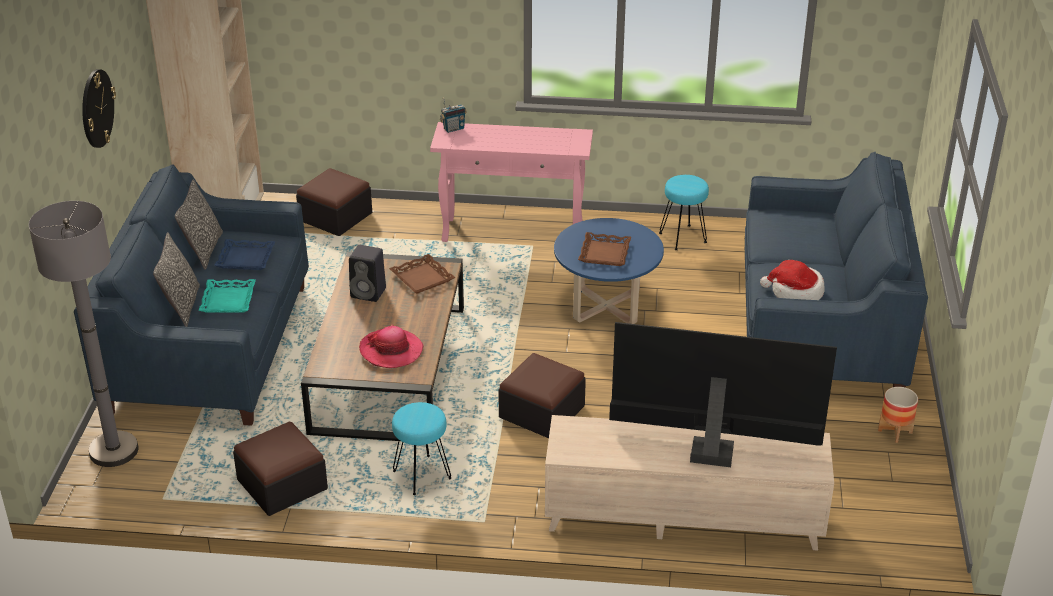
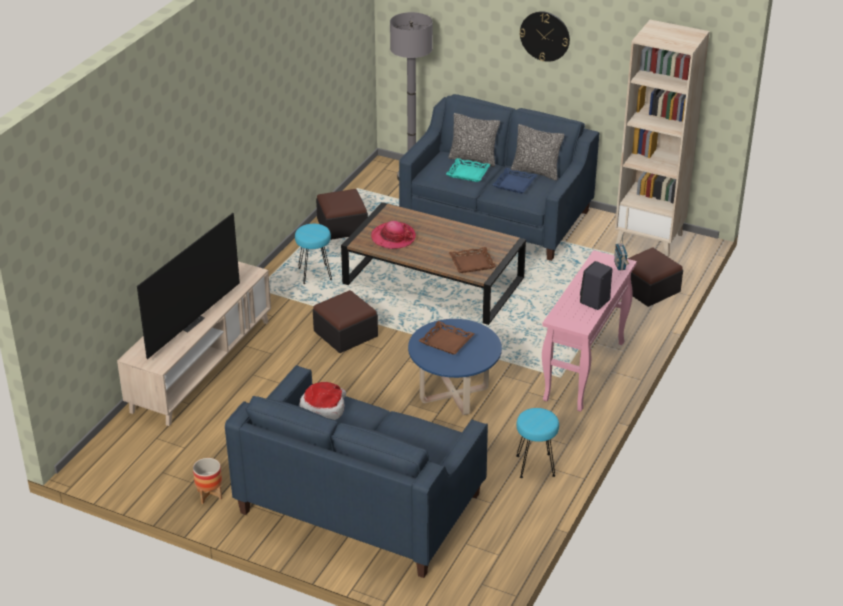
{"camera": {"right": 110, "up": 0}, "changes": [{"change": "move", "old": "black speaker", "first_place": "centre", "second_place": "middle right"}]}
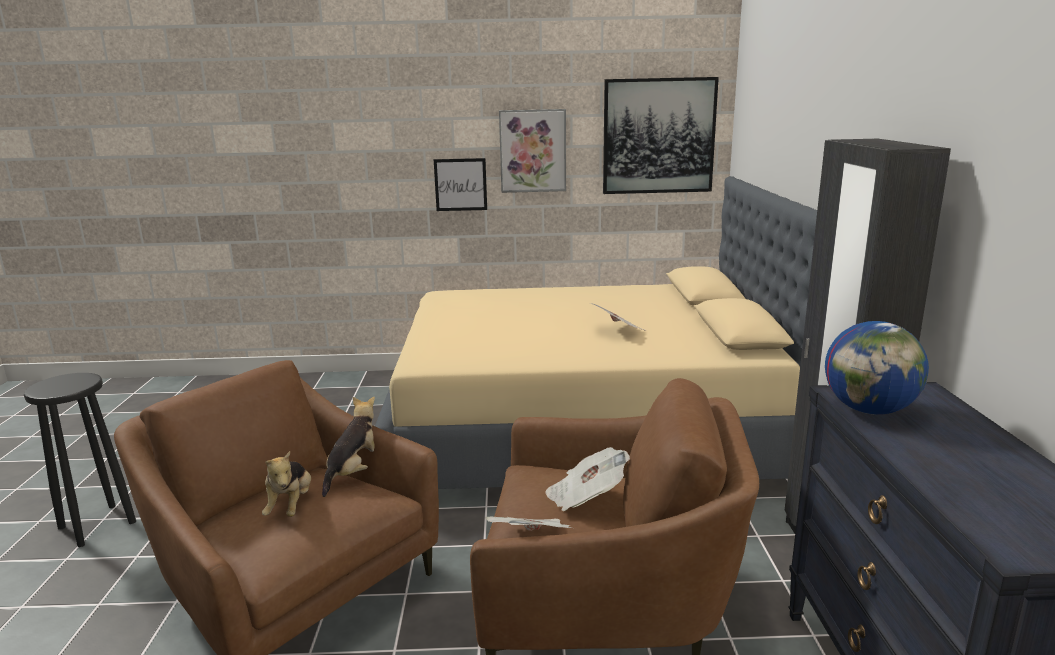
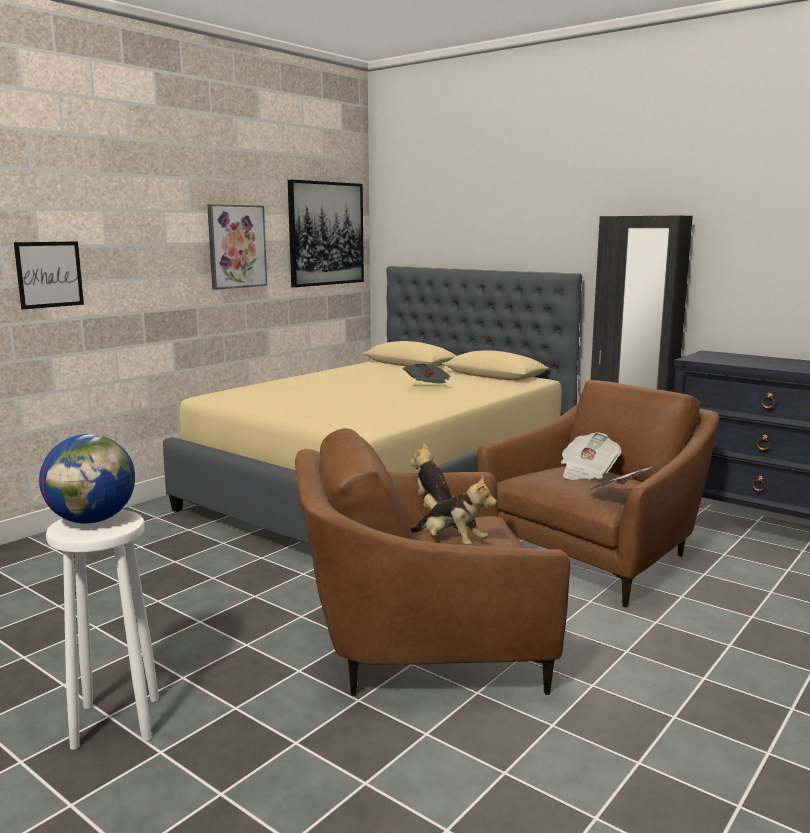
{"camera": {"right": -50, "up": -5}, "changes": [{"change": "recolor", "old": "black stool", "new": "white stool", "first_place": "bottom left", "second_place": "bottom left"}, {"change": "move", "old": "picture (1st from left)", "first_place": "top centre", "second_place": "top left"}, {"change": "move", "old": "globe", "first_place": "middle right", "second_place": "middle left"}]}
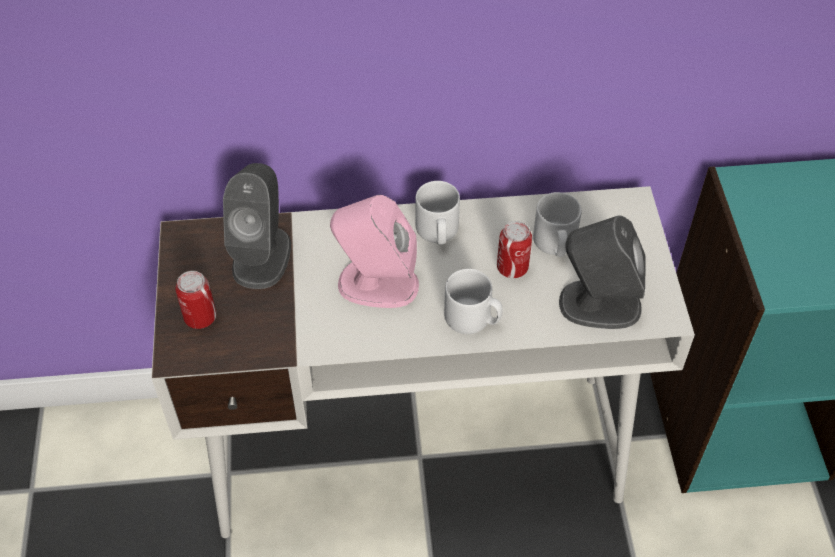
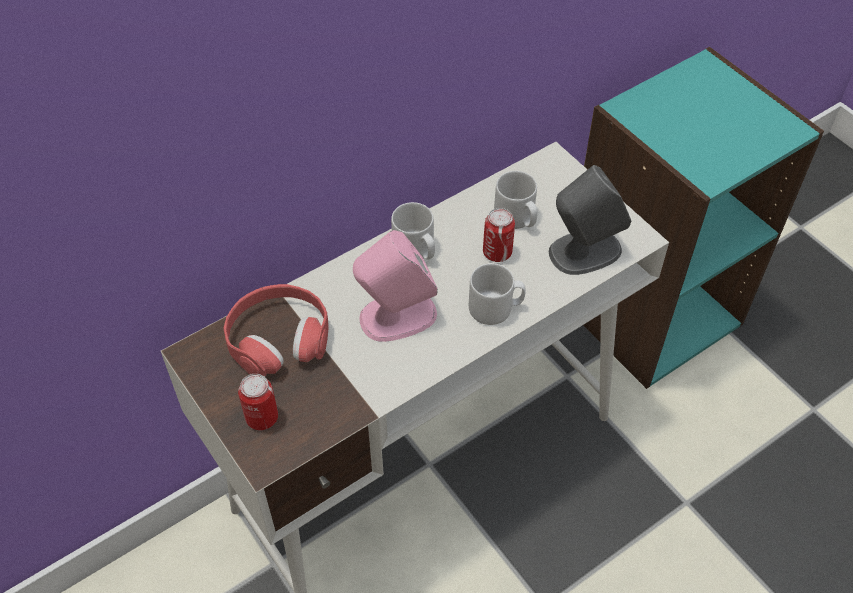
{"camera": {"right": -30, "up": 0}, "changes": [{"change": "replace", "old": "grey speaker (1st from left)", "new": "red headphones", "first_place": "middle left", "second_place": "middle left"}]}
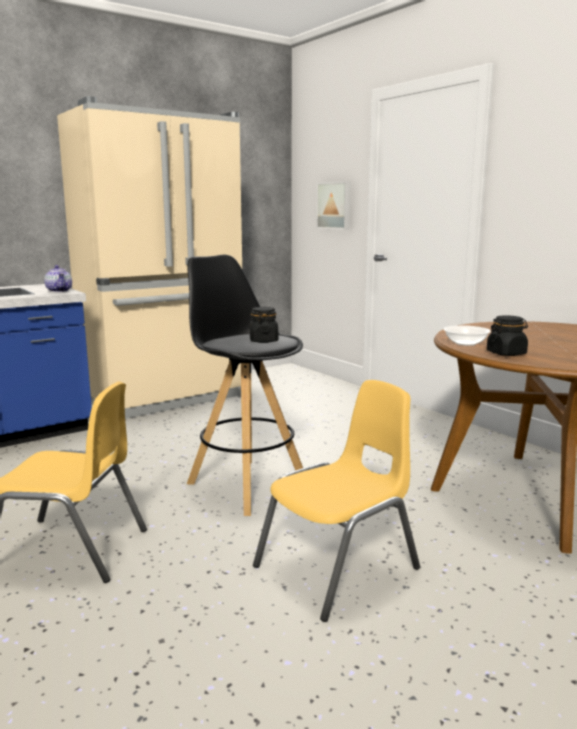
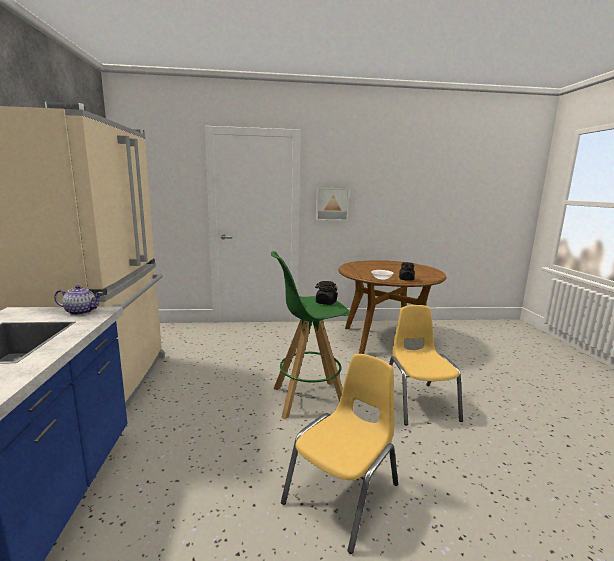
{"camera": {"right": -60, "up": 0}, "changes": [{"change": "recolor", "old": "black stool", "new": "green stool", "first_place": "centre", "second_place": "centre"}, {"change": "move", "old": "picture", "first_place": "top centre", "second_place": "centre"}]}
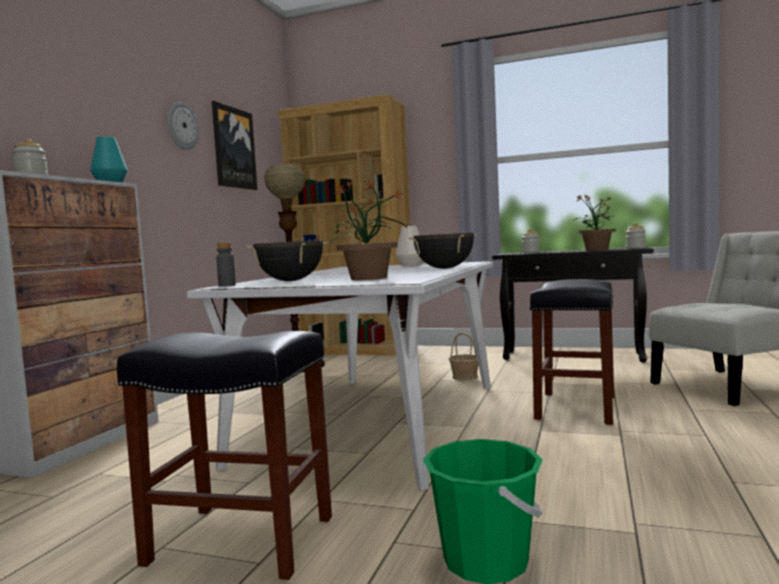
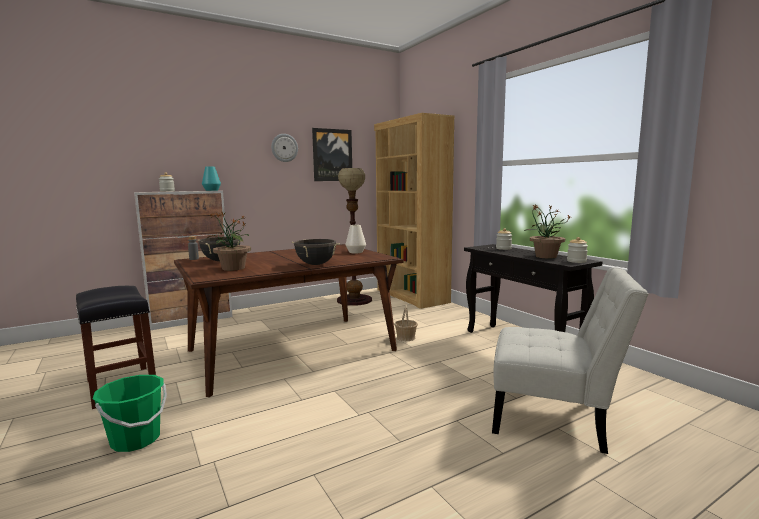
{"camera": {"right": 40, "up": 5}, "changes": [{"change": "recolor", "old": "white dining table", "new": "brown dining table", "first_place": "centre", "second_place": "centre"}, {"change": "delete", "old": "black stool (2nd from left)", "first_place": "middle right"}]}
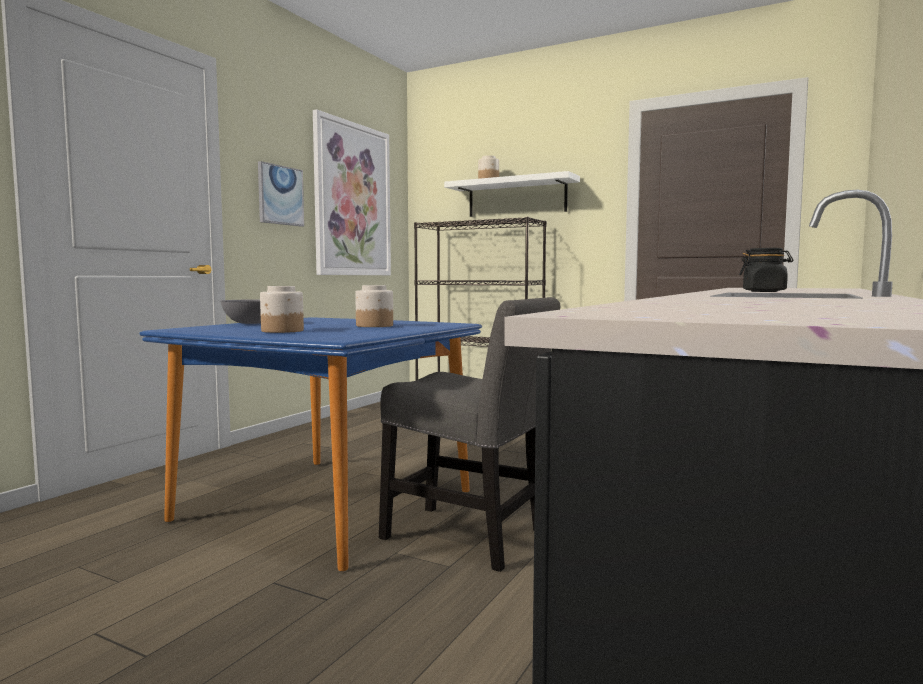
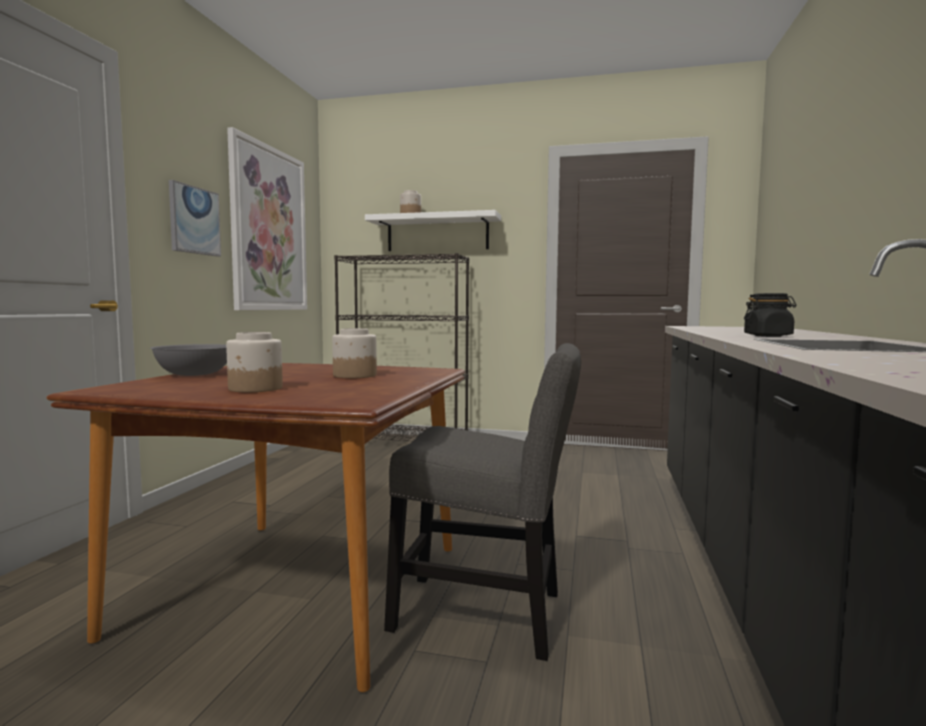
{"camera": {"right": -15, "up": 0}, "changes": [{"change": "recolor", "old": "blue dining table", "new": "brown dining table", "first_place": "centre", "second_place": "bottom left"}]}
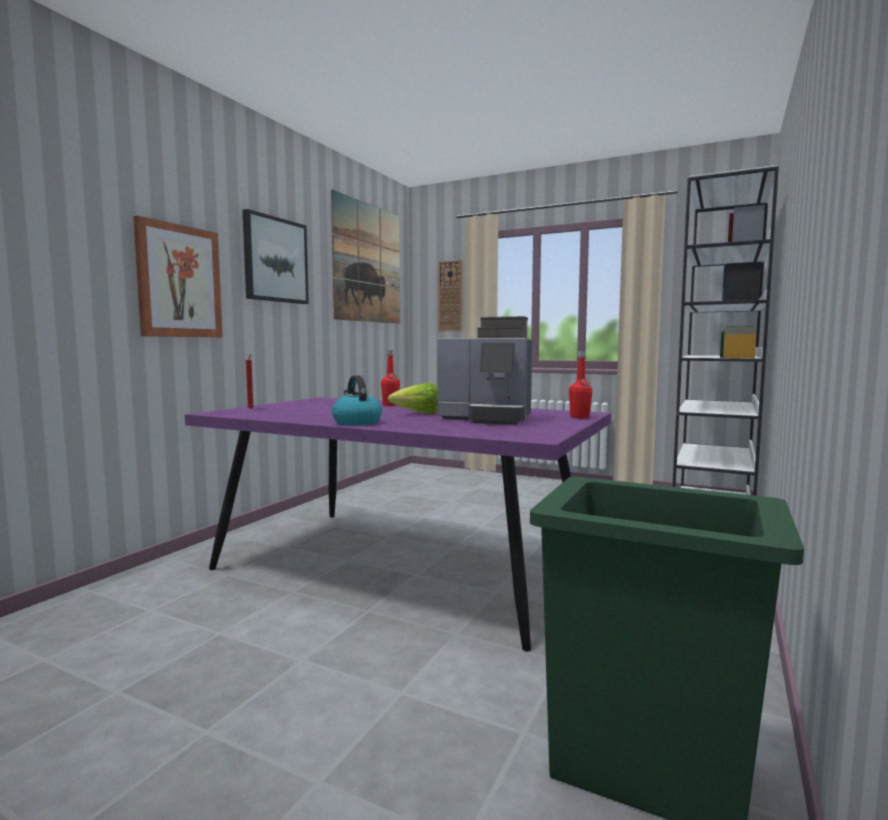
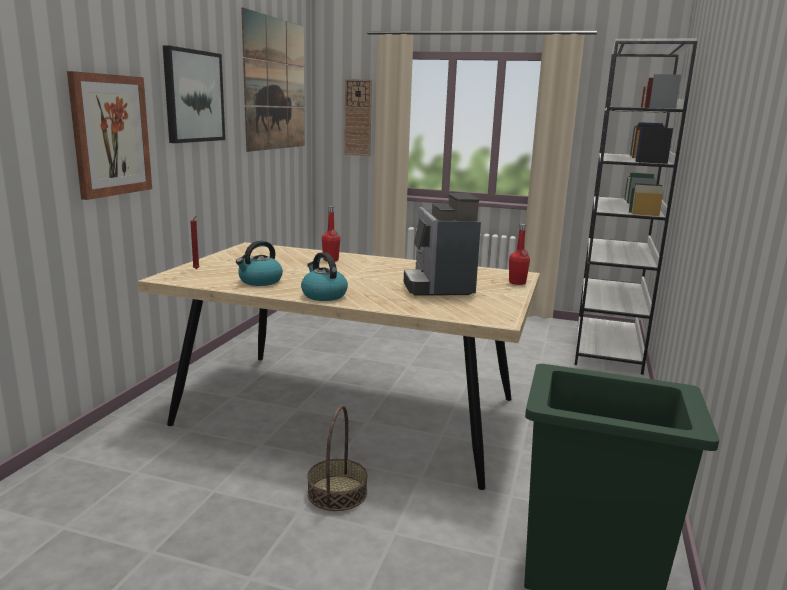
{"camera": {"right": -10, "up": 10}, "changes": [{"change": "recolor", "old": "purple dining table", "new": "beige dining table", "first_place": "centre", "second_place": "centre"}, {"change": "delete", "old": "lettuce", "first_place": "centre"}, {"change": "rotate", "old": "coffee machine", "first_place": "centre", "second_place": "centre", "degrees": 75}, {"change": "insert", "new": "kettle (1st from left)", "second_place": "middle left"}, {"change": "insert", "new": "basket", "second_place": "bottom centre"}]}
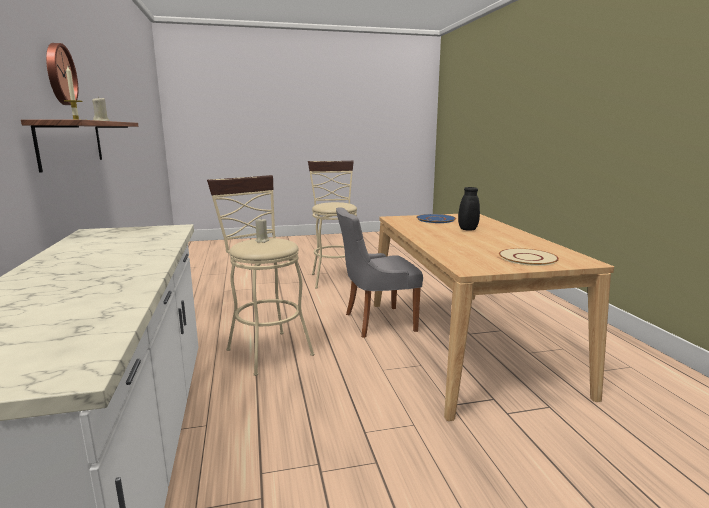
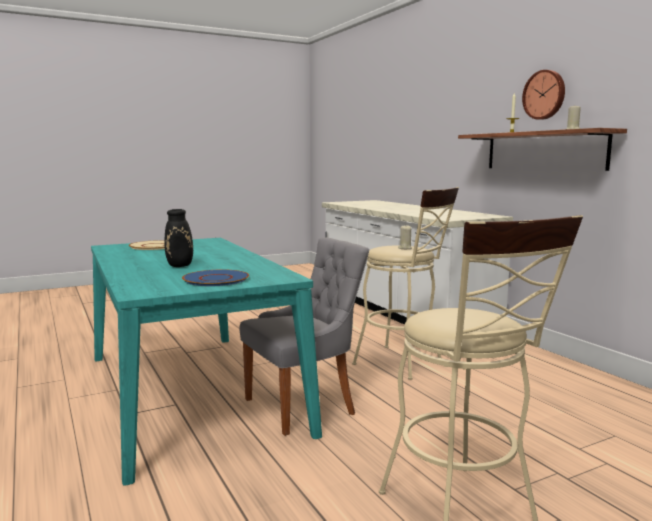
{"camera": {"right": 165, "up": -5}, "changes": [{"change": "recolor", "old": "beige dining table", "new": "turquoise dining table", "first_place": "middle right", "second_place": "bottom left"}]}
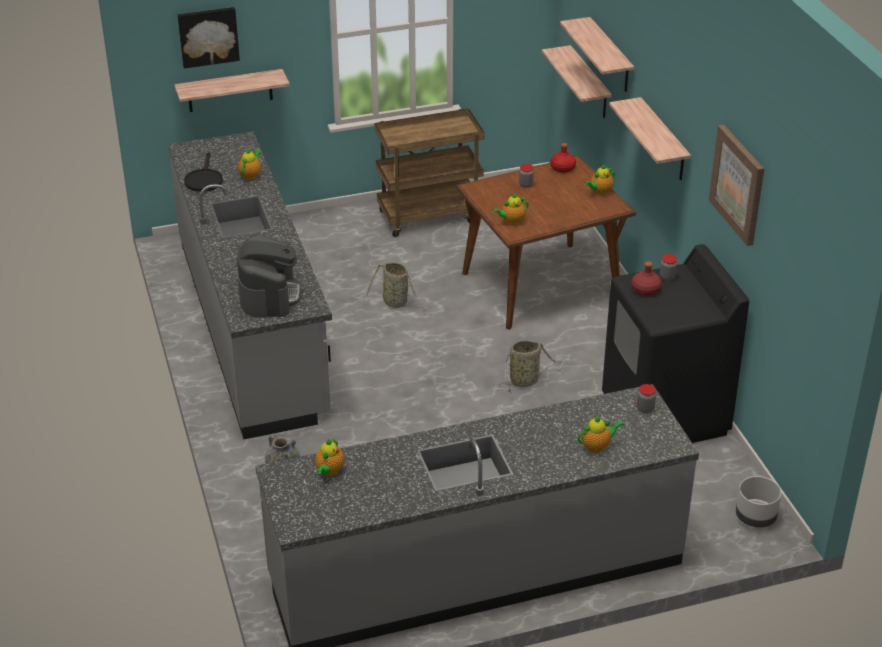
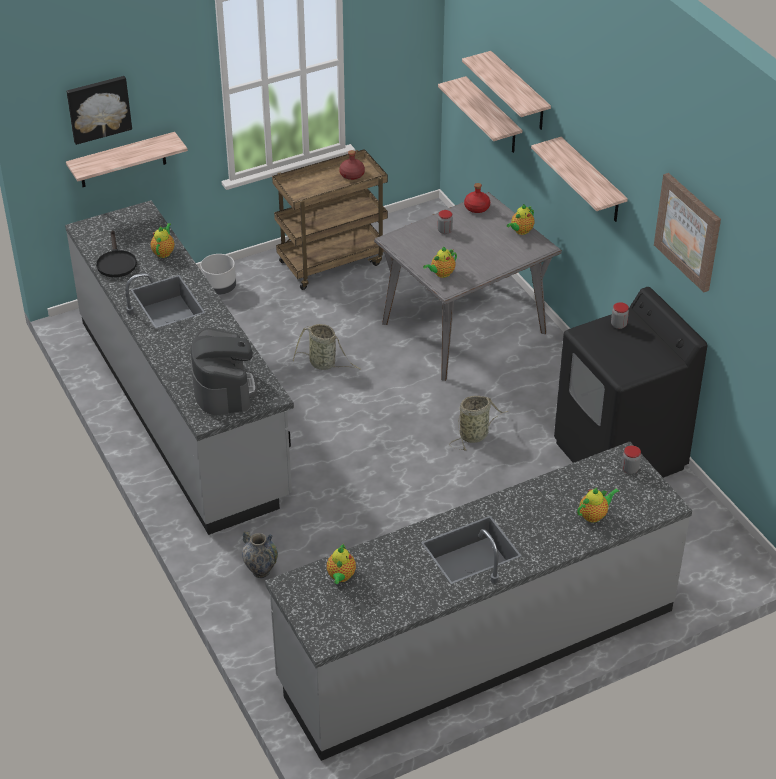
{"camera": {"right": -10, "up": 5}, "changes": [{"change": "recolor", "old": "brown dining table", "new": "grey dining table", "first_place": "centre", "second_place": "centre"}, {"change": "move", "old": "red bottle (2nd from left in the first image)", "new": "red bottle (1st from left)", "first_place": "middle right", "second_place": "top centre"}, {"change": "move", "old": "grey planter", "first_place": "bottom right", "second_place": "middle left"}]}
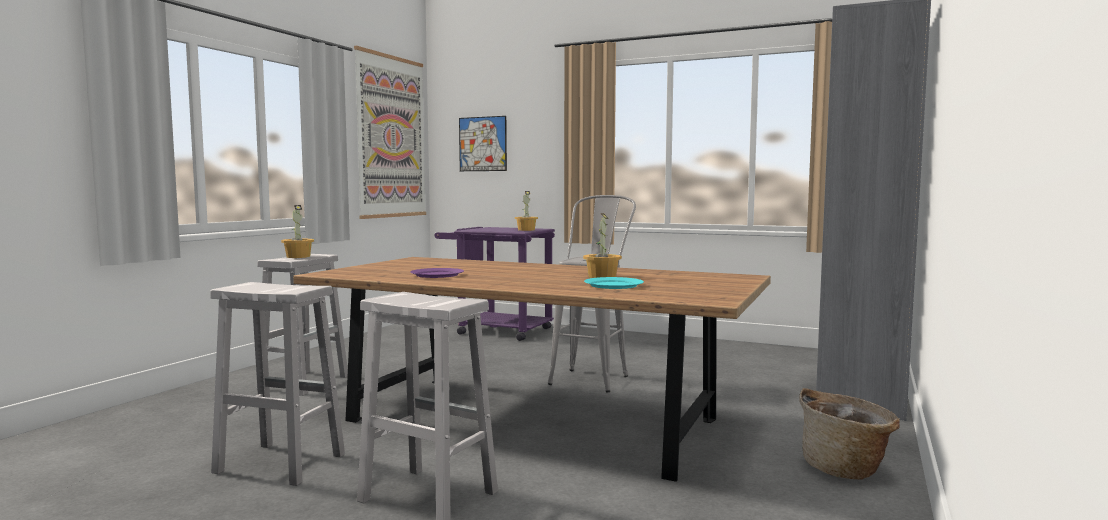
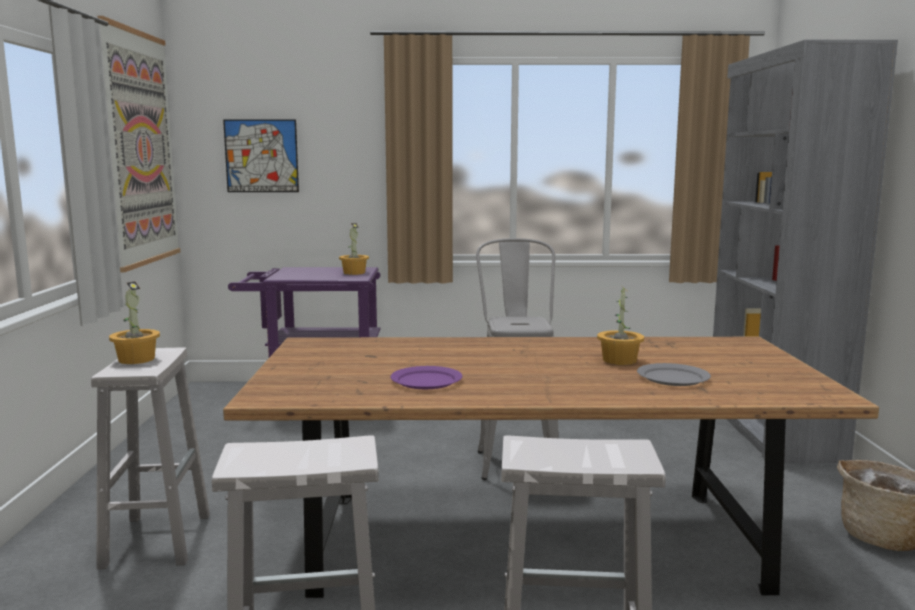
{"camera": {"right": -25, "up": 5}, "changes": [{"change": "recolor", "old": "turquoise plate", "new": "grey plate", "first_place": "centre", "second_place": "middle right"}]}
